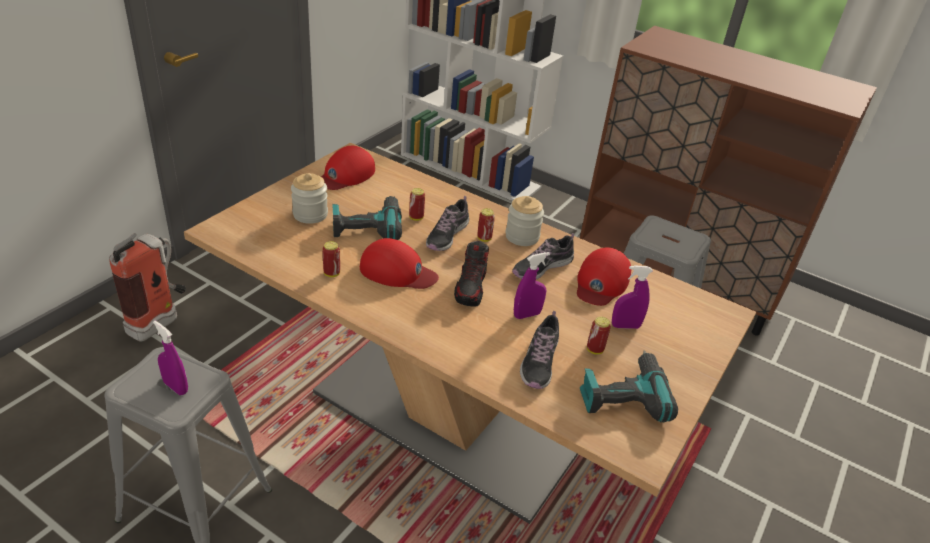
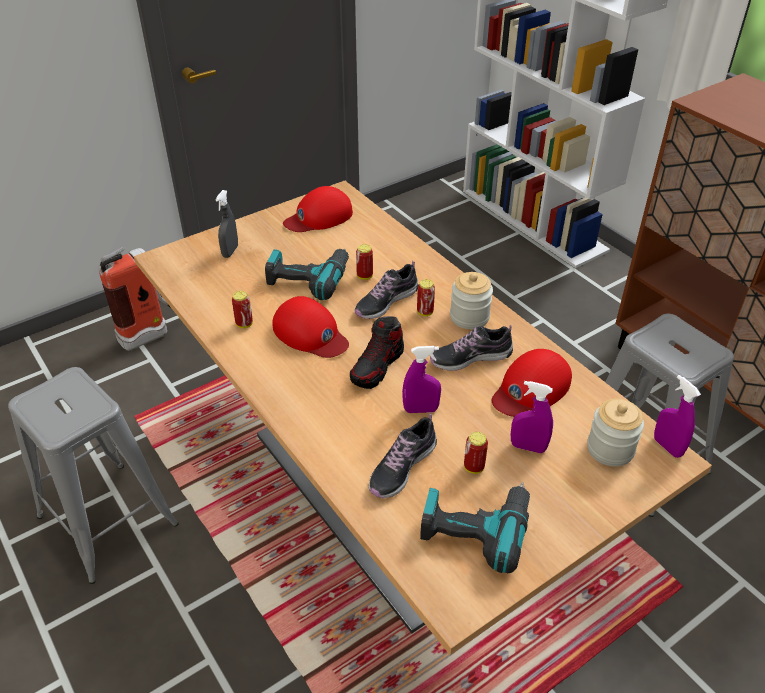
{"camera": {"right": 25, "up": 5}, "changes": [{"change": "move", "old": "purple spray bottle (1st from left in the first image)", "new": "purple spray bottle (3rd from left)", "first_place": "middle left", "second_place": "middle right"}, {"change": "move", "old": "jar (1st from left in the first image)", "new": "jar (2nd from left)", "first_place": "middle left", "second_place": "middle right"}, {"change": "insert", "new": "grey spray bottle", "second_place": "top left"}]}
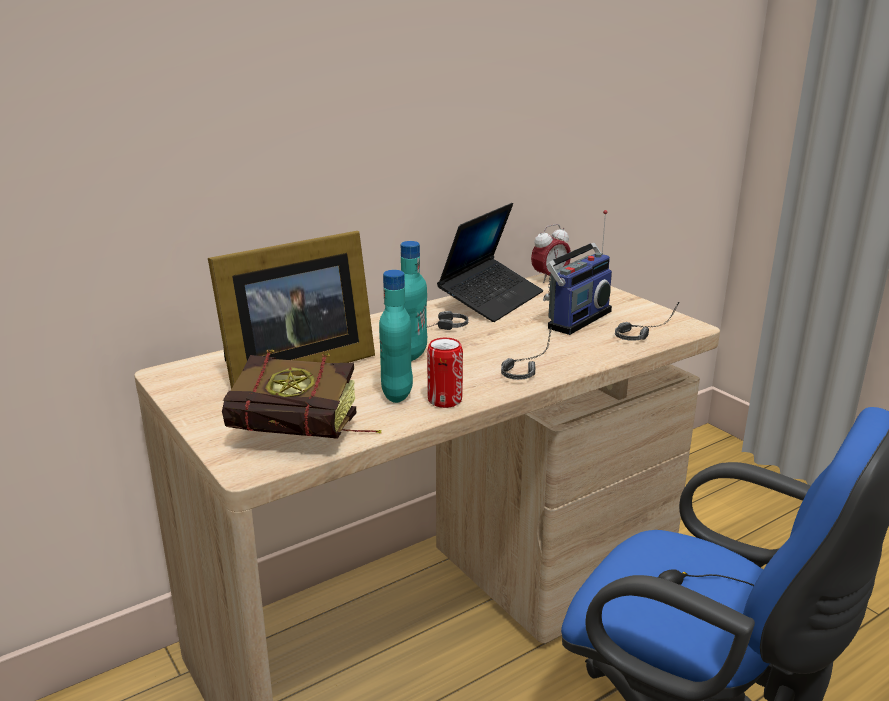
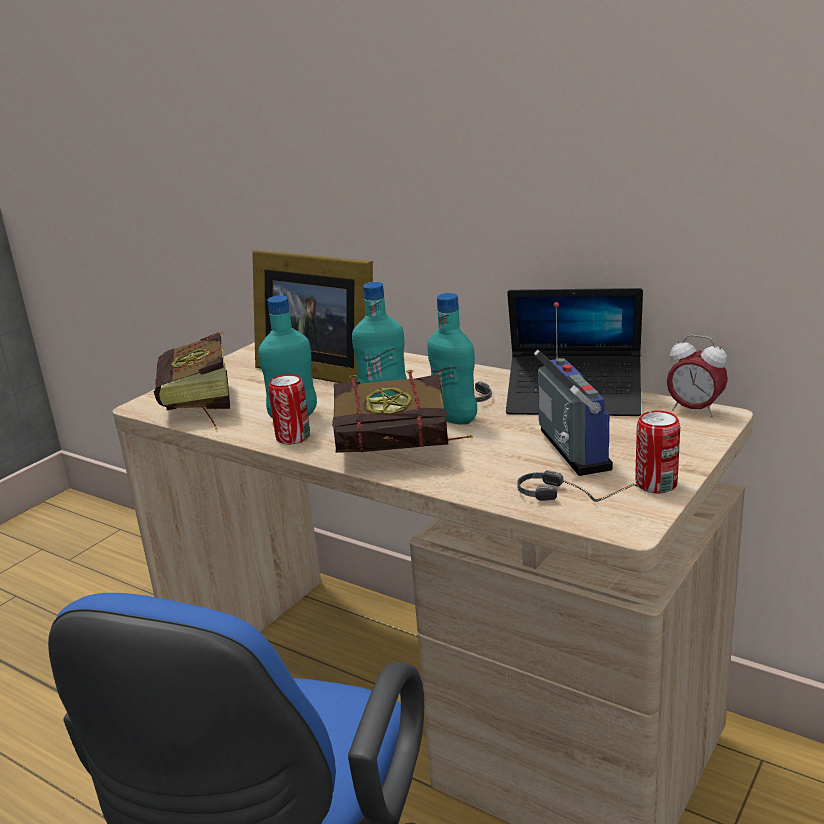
{"camera": {"right": 70, "up": 0}, "changes": [{"change": "replace", "old": "headphones (2nd from left)", "new": "book (2nd from left)", "first_place": "centre", "second_place": "centre"}, {"change": "rotate", "old": "radio", "first_place": "centre", "second_place": "middle right", "degrees": -120}, {"change": "insert", "new": "turquoise bottle (3rd from left)", "second_place": "centre"}, {"change": "insert", "new": "can (2nd from left)", "second_place": "middle right"}]}
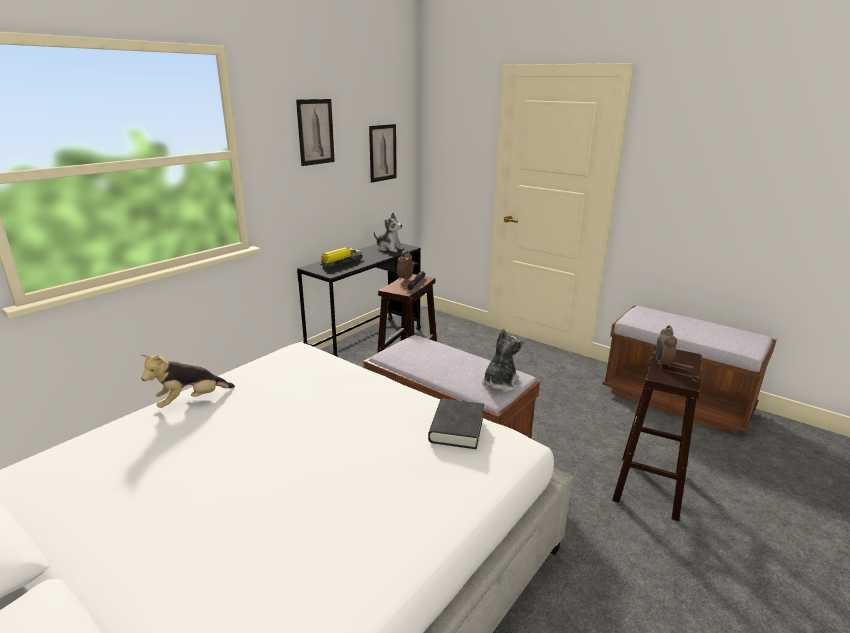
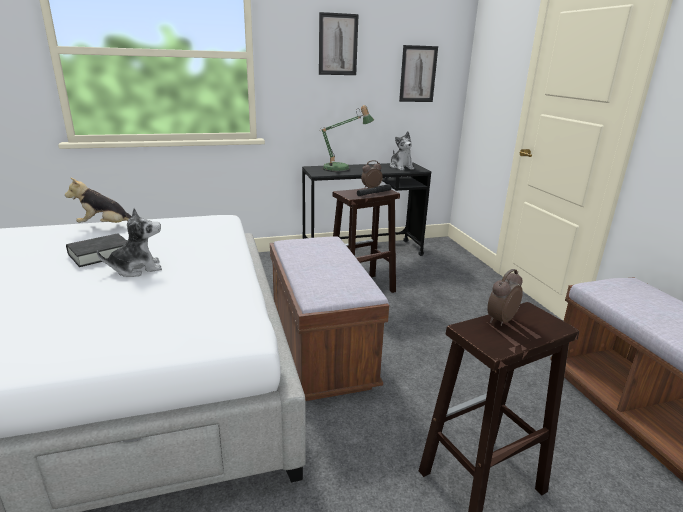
{"camera": {"right": 35, "up": 0}, "changes": [{"change": "replace", "old": "toy truck", "new": "table lamp", "first_place": "centre", "second_place": "top centre"}, {"change": "move", "old": "black book", "first_place": "bottom centre", "second_place": "middle left"}, {"change": "move", "old": "plush toy (3rd from left in the first image)", "new": "plush toy (2nd from left)", "first_place": "centre", "second_place": "middle left"}]}
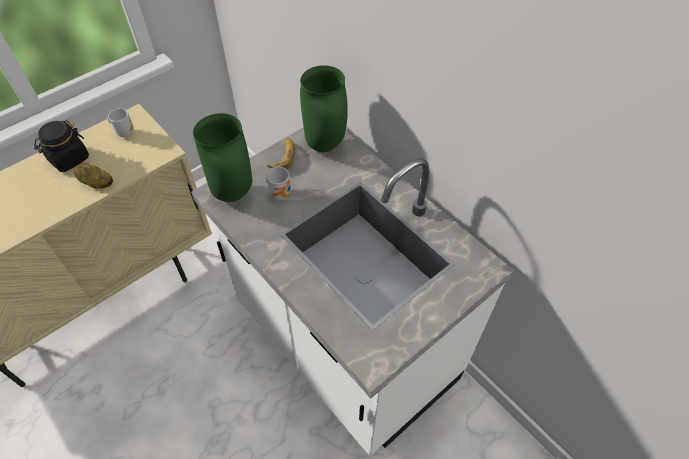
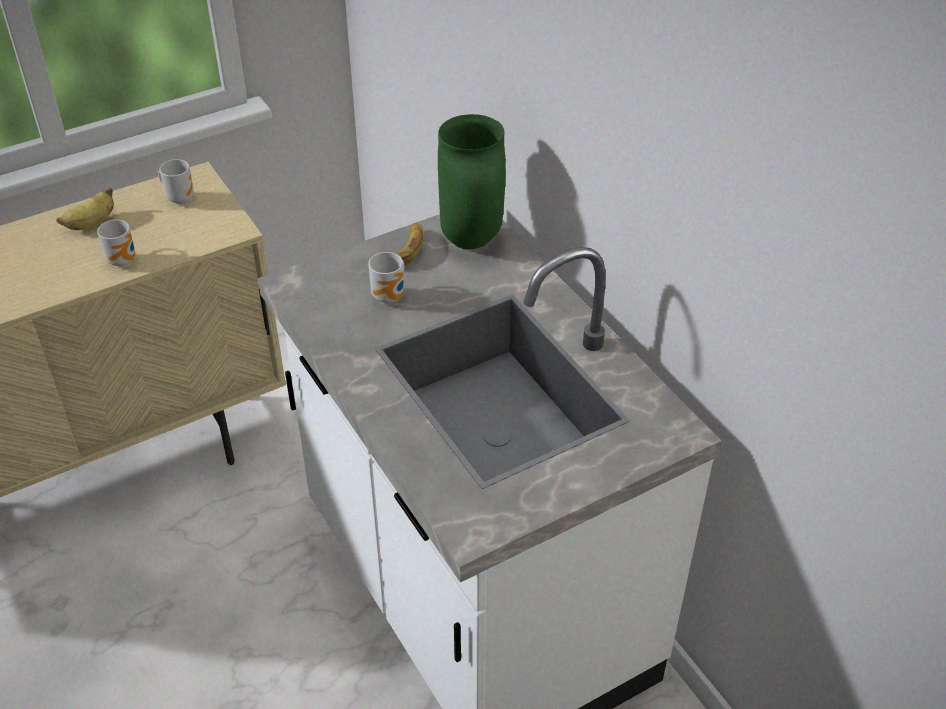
{"camera": {"right": 10, "up": -10}, "changes": [{"change": "replace", "old": "black jar", "new": "banana (1st from left)", "first_place": "top left", "second_place": "top left"}, {"change": "replace", "old": "potato", "new": "mug (1st from left)", "first_place": "middle left", "second_place": "middle left"}, {"change": "delete", "old": "green vase (1st from left)", "first_place": "middle left"}]}
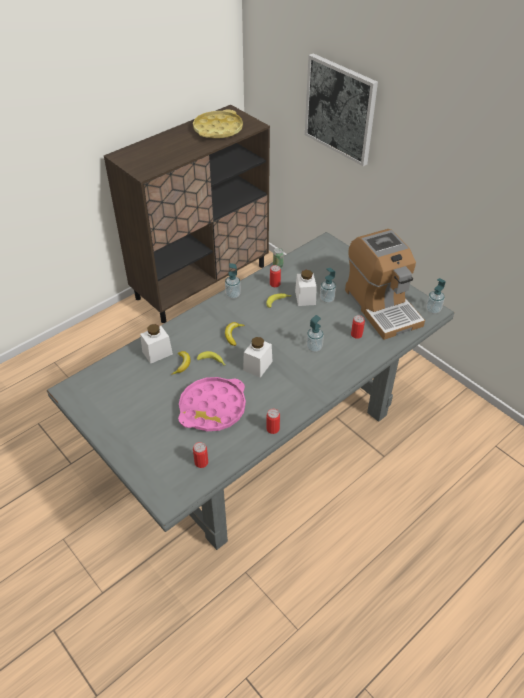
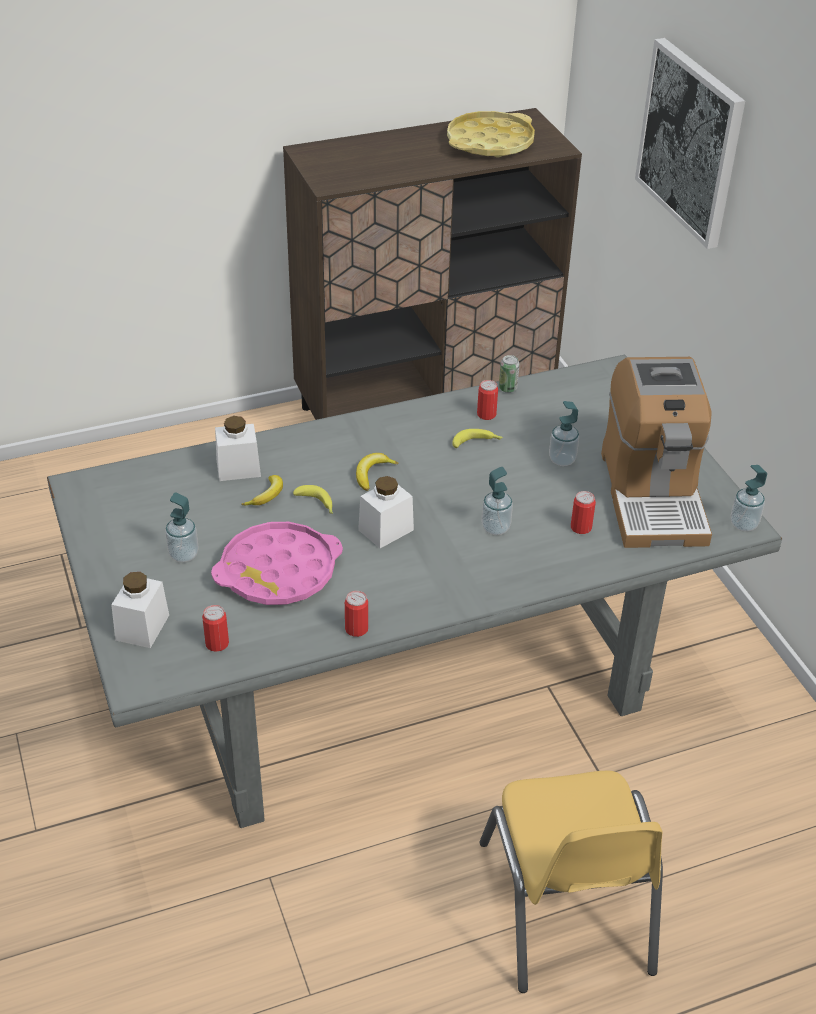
{"camera": {"right": 20, "up": -5}, "changes": [{"change": "move", "old": "soap dispenser (1st from left)", "first_place": "centre", "second_place": "middle left"}, {"change": "move", "old": "white jar (3rd from left in the first image)", "new": "white jar (1st from left)", "first_place": "centre", "second_place": "middle left"}, {"change": "insert", "new": "yellow chair", "second_place": "bottom right"}]}
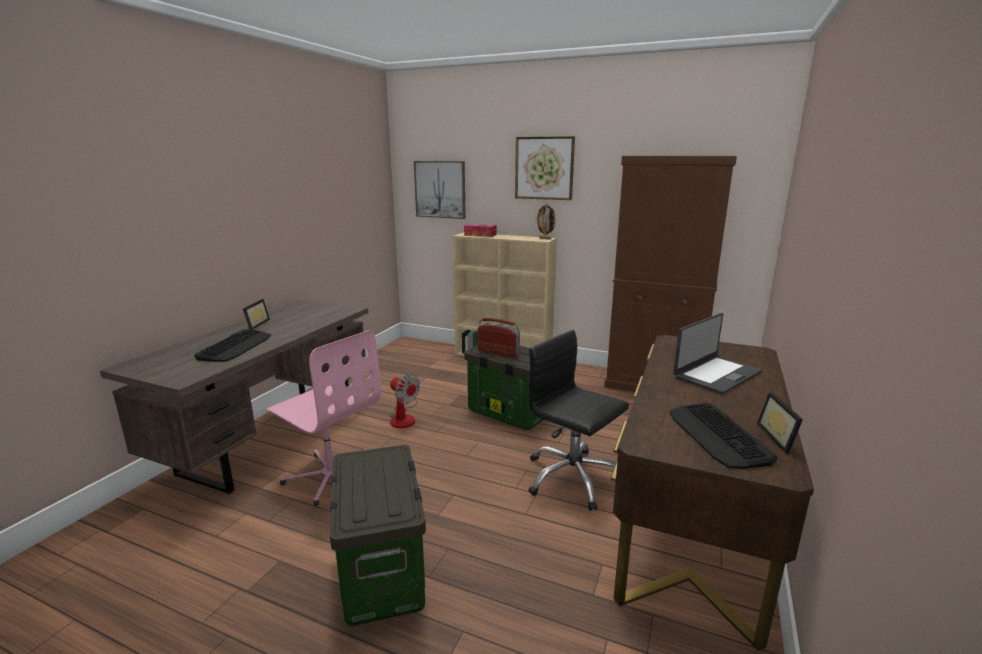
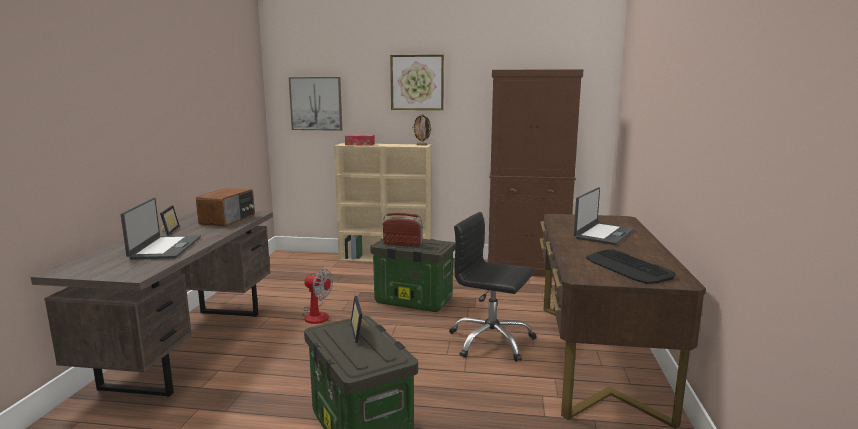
{"camera": {"right": -15, "up": -5}, "changes": [{"change": "replace", "old": "keyboard (1st from left)", "new": "laptop (1st from left)", "first_place": "middle left", "second_place": "middle left"}, {"change": "delete", "old": "pink office chair", "first_place": "middle left"}, {"change": "move", "old": "picture frame (3rd from left in the first image)", "new": "picture frame (2nd from left)", "first_place": "middle right", "second_place": "bottom centre"}, {"change": "insert", "new": "radio (1st from left)", "second_place": "middle left"}]}
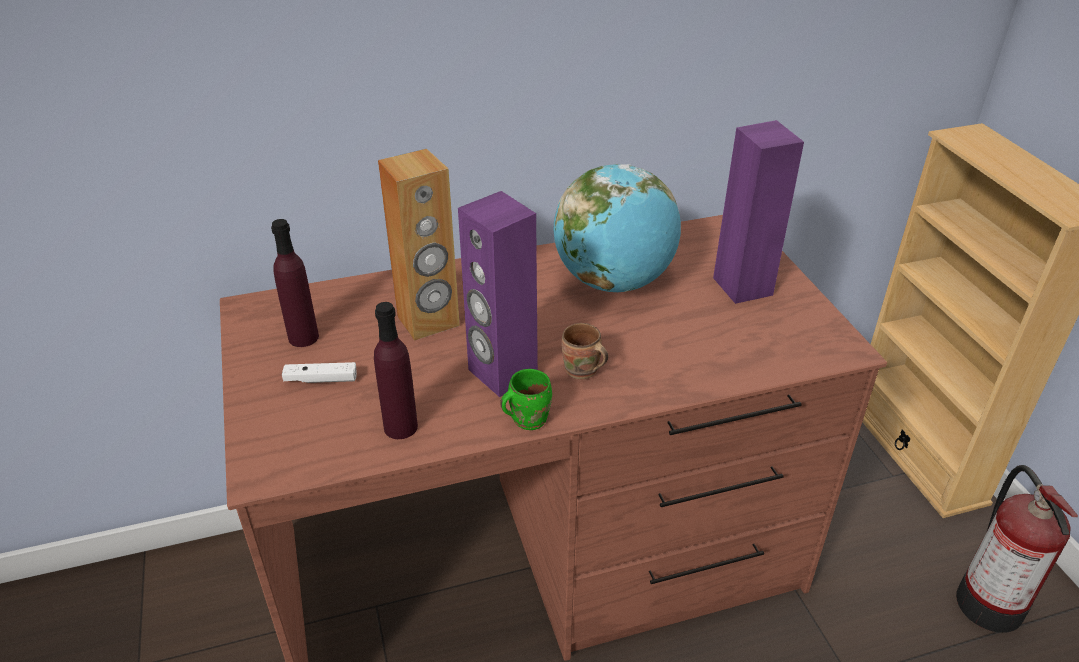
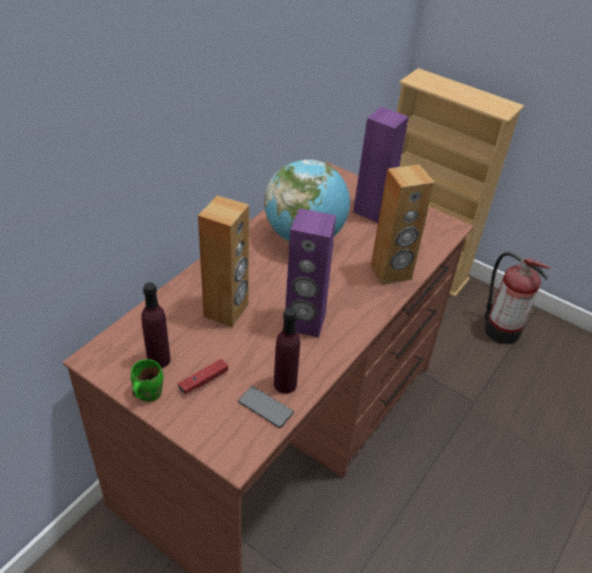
{"camera": {"right": -40, "up": 5}, "changes": [{"change": "recolor", "old": "white game controller", "new": "red game controller", "first_place": "middle left", "second_place": "centre"}, {"change": "move", "old": "green mug", "first_place": "centre", "second_place": "middle left"}, {"change": "delete", "old": "brown mug", "first_place": "centre"}, {"change": "insert", "new": "phone", "second_place": "bottom centre"}, {"change": "insert", "new": "brown speaker (2nd from left)", "second_place": "middle right"}]}
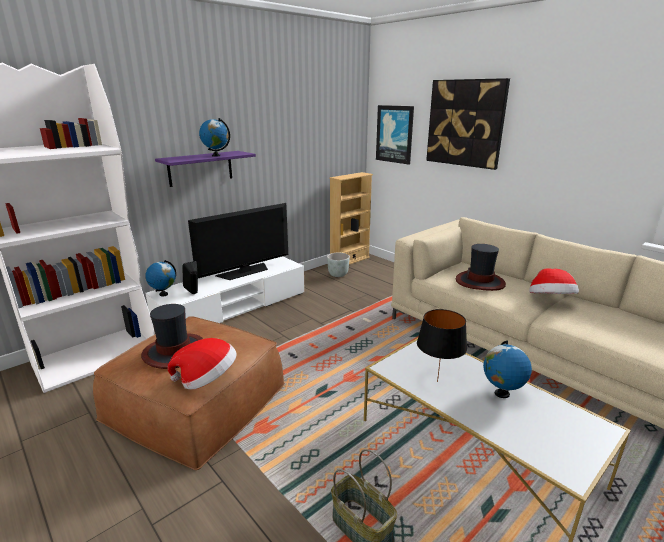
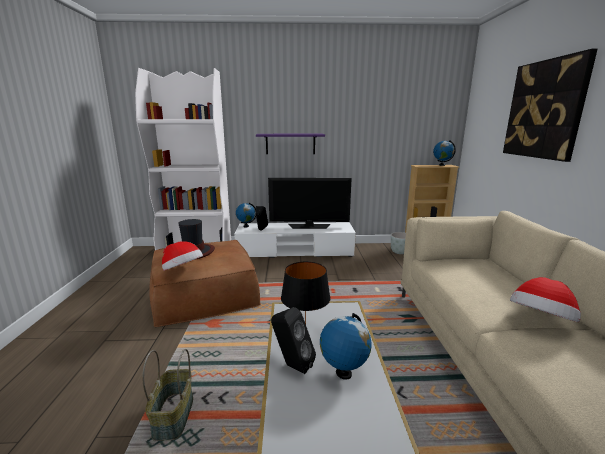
{"camera": {"right": 40, "up": -5}, "changes": [{"change": "move", "old": "globe (2nd from left in the first image)", "new": "globe (3rd from left)", "first_place": "top left", "second_place": "middle right"}, {"change": "delete", "old": "picture (1st from left)", "first_place": "top centre"}, {"change": "delete", "old": "hat (3rd from left)", "first_place": "middle right"}, {"change": "insert", "new": "black speaker (2nd from left)", "second_place": "bottom centre"}]}
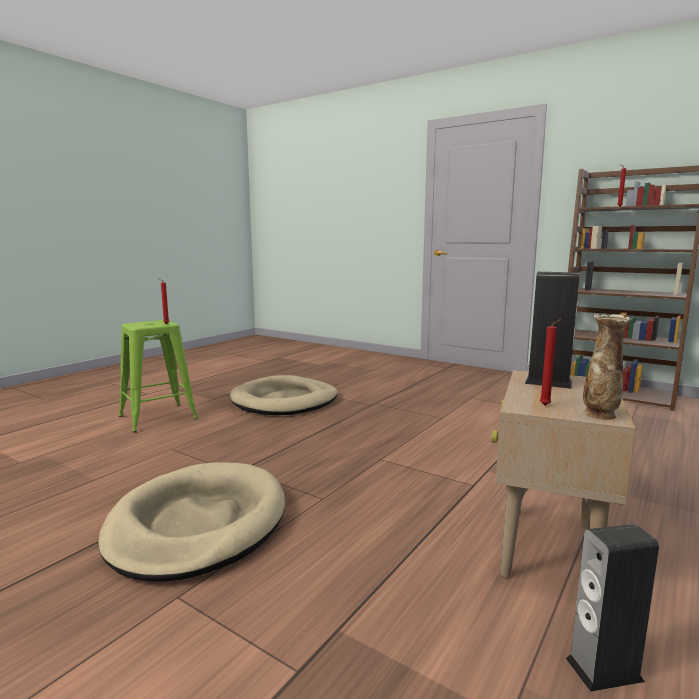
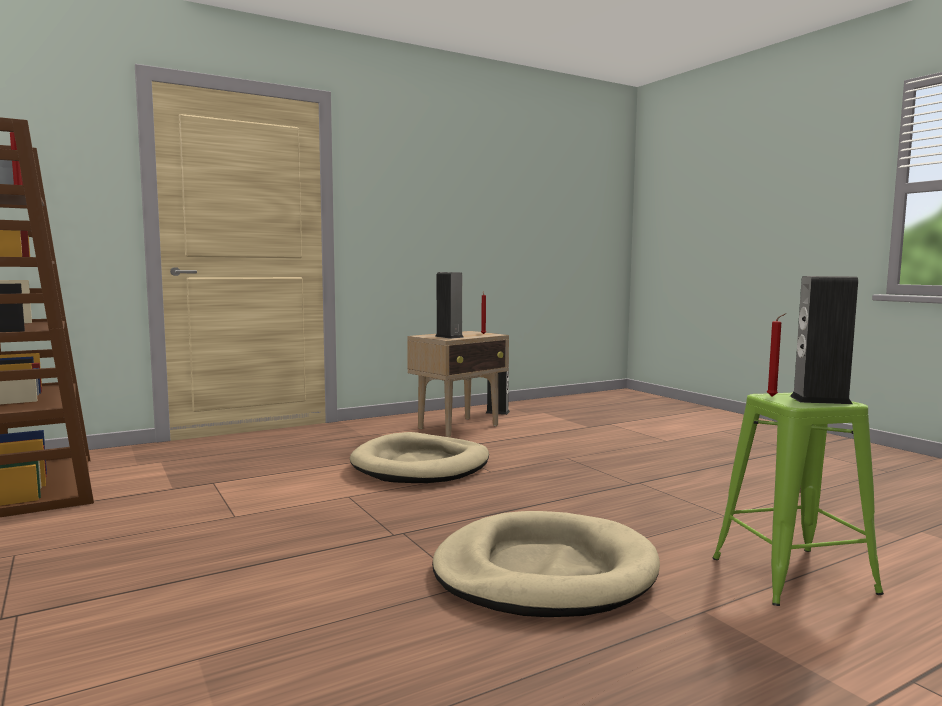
{"camera": {"right": -155, "up": -5}, "changes": [{"change": "move", "old": "beige dog bed (1st from left)", "first_place": "bottom left", "second_place": "centre"}, {"change": "delete", "old": "vase", "first_place": "middle right"}, {"change": "insert", "new": "speaker (3rd from left)", "second_place": "middle right"}]}
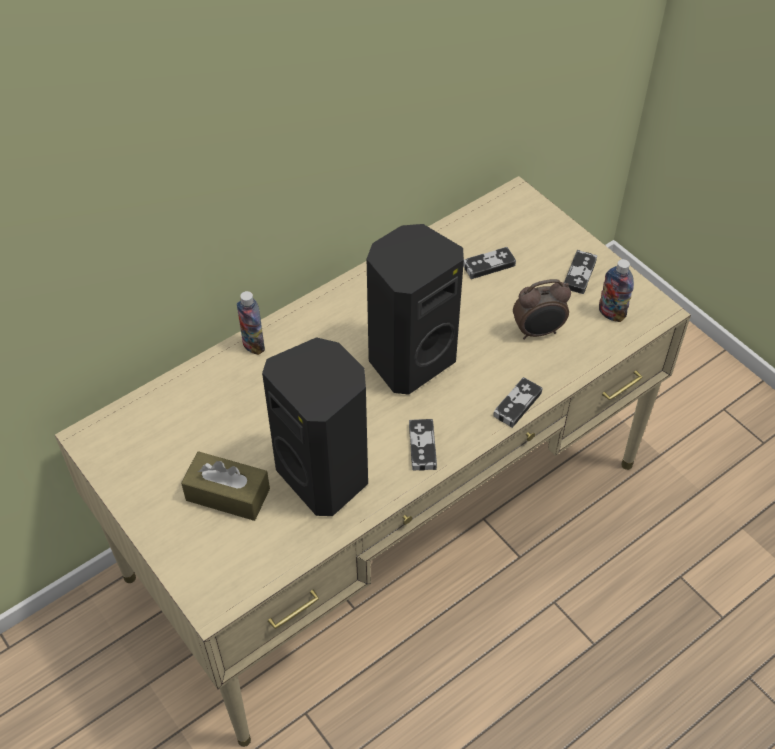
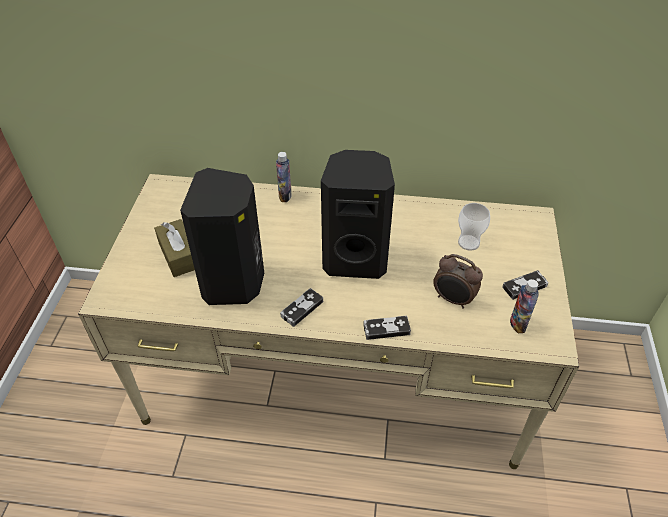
{"camera": {"right": 45, "up": -5}, "changes": [{"change": "replace", "old": "game controller (2nd from left)", "new": "cup", "first_place": "centre", "second_place": "middle right"}]}
